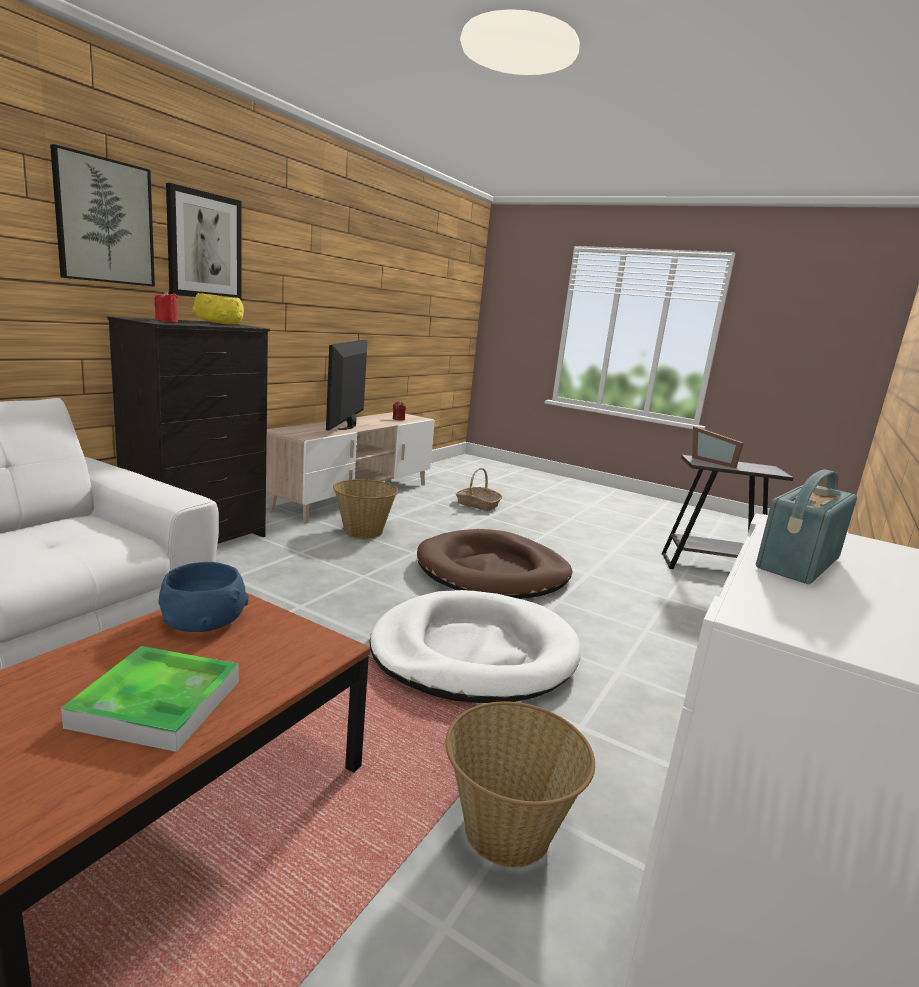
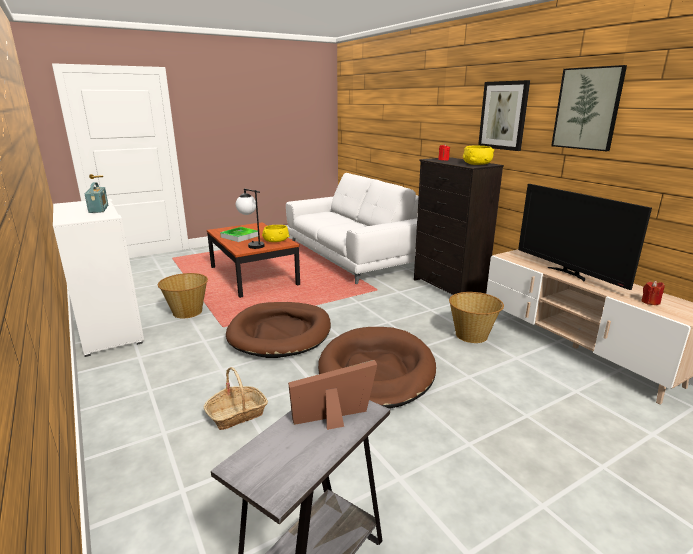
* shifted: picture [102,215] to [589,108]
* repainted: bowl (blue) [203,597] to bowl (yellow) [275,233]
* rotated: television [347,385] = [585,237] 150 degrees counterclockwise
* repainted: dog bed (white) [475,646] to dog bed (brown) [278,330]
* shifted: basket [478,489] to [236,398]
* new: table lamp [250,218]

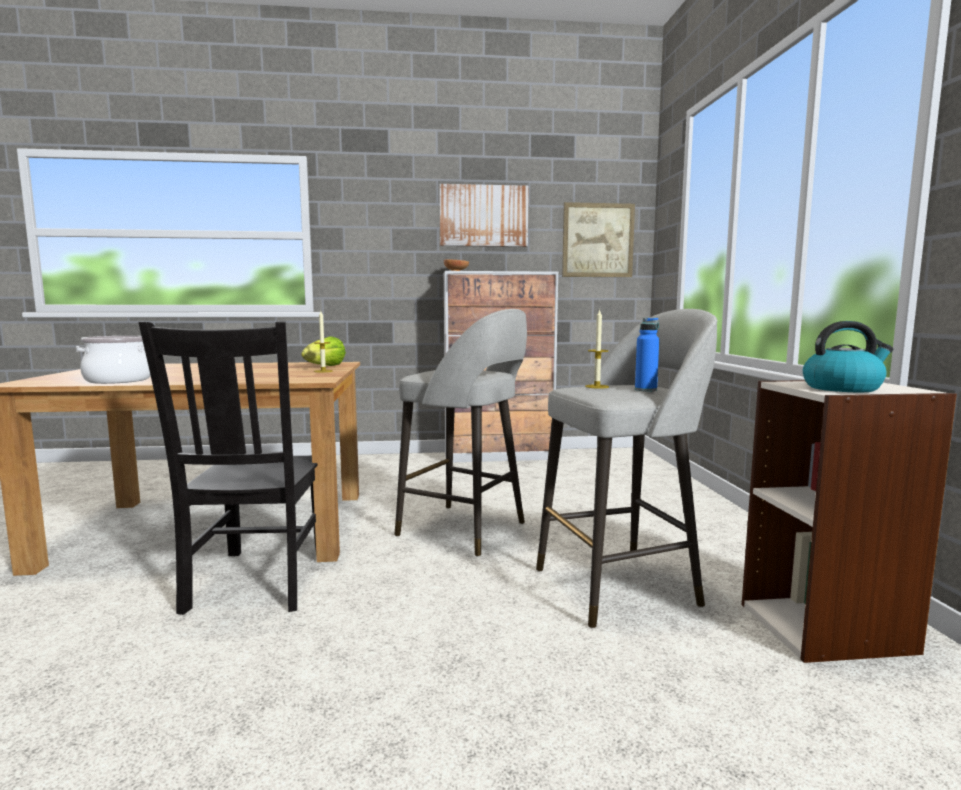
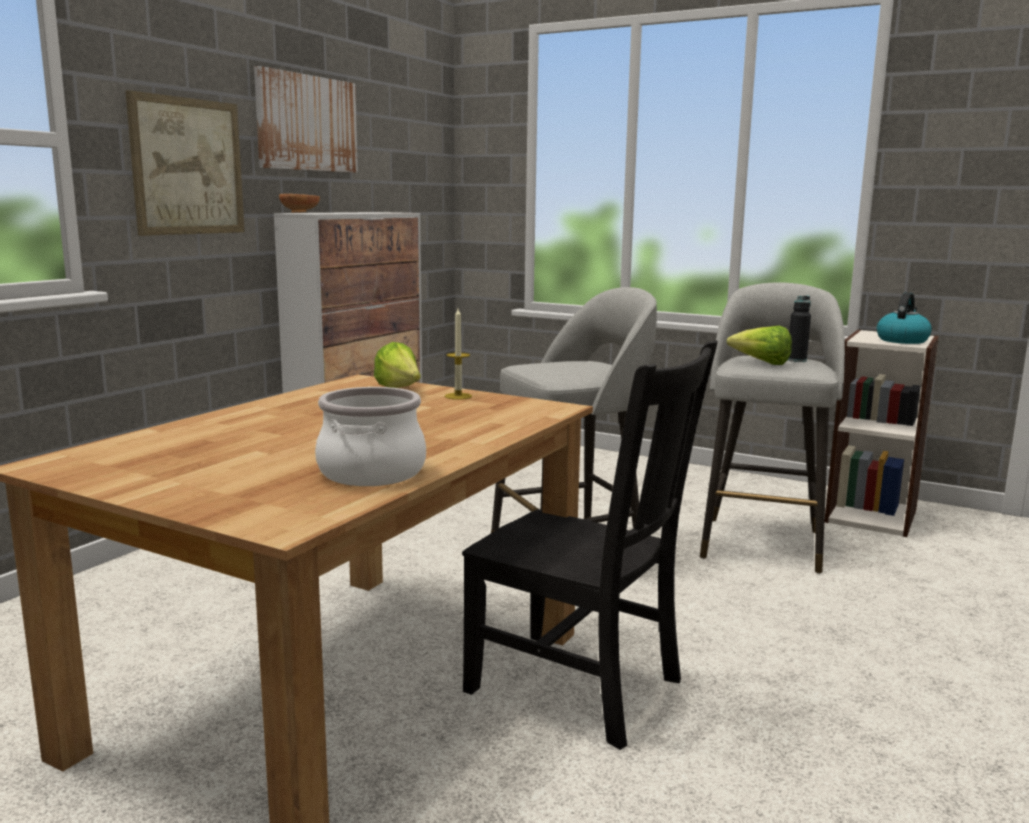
* shifted: picture [598,239] to [185,163]
* swapped: candle [597,349] to lettuce [759,345]
* repainted: bottle (blue) [647,355] to bottle (black) [799,329]

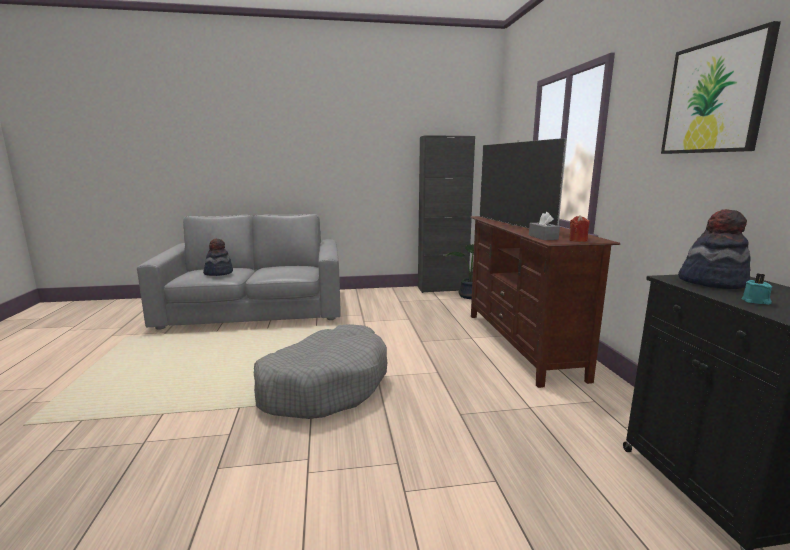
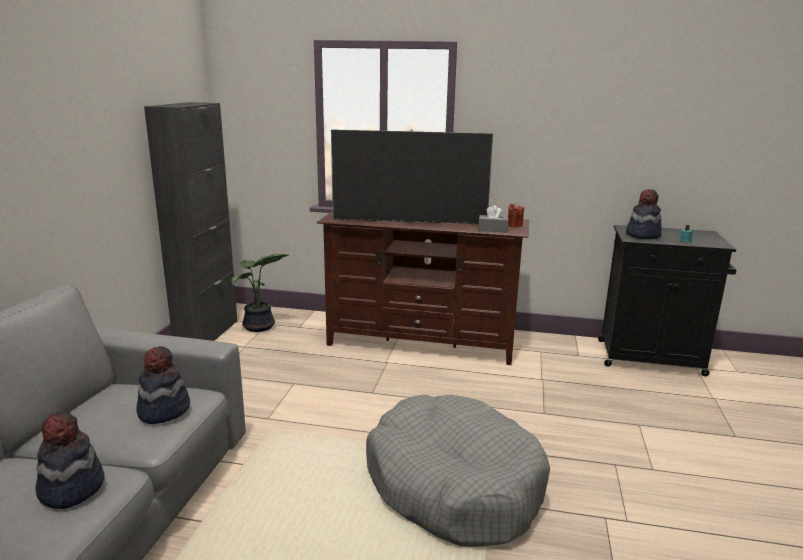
* gone: picture [721,87]
* new: hat [163,385]

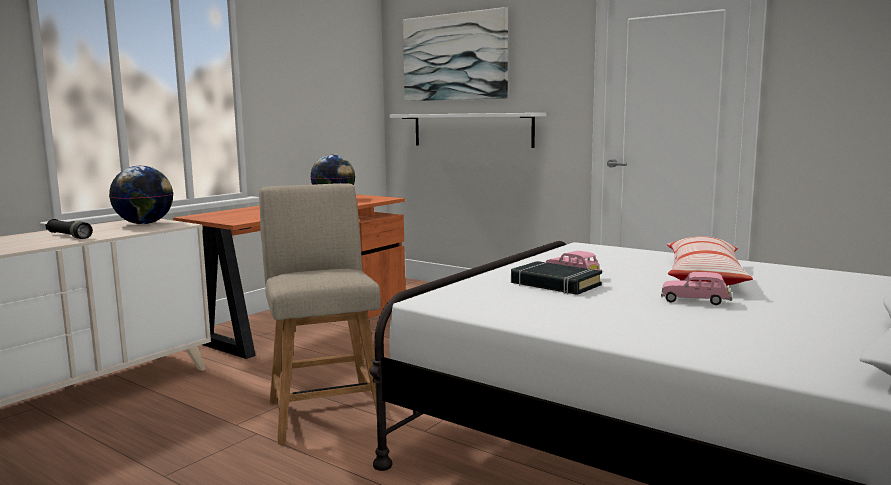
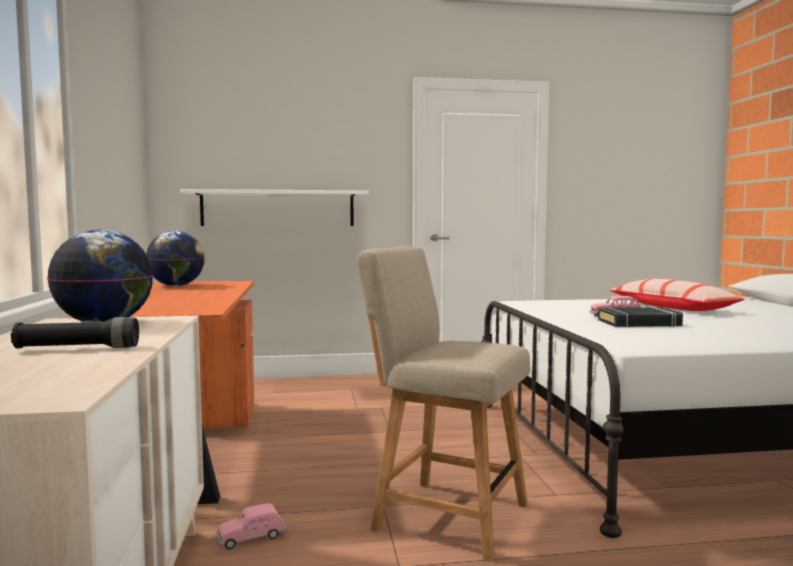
* gone: picture [455,54]
* shifted: toy car (pink) [696,288] to [252,526]

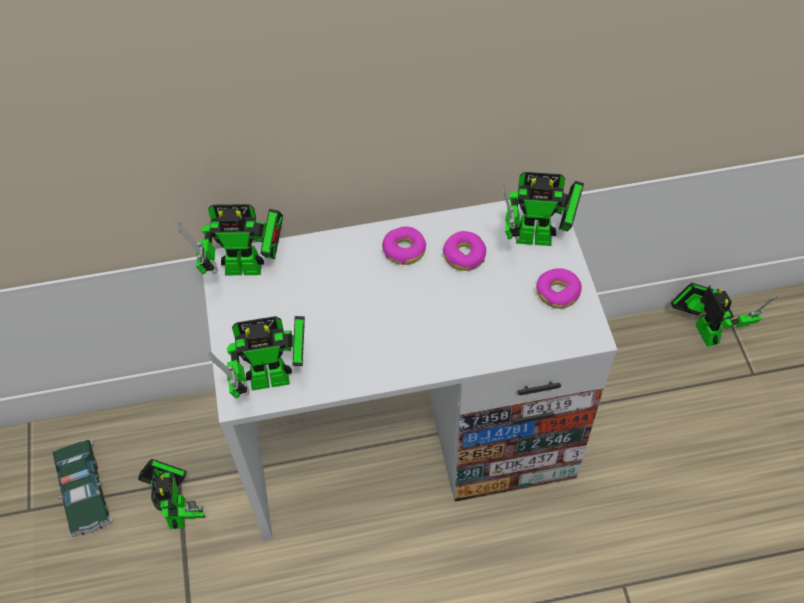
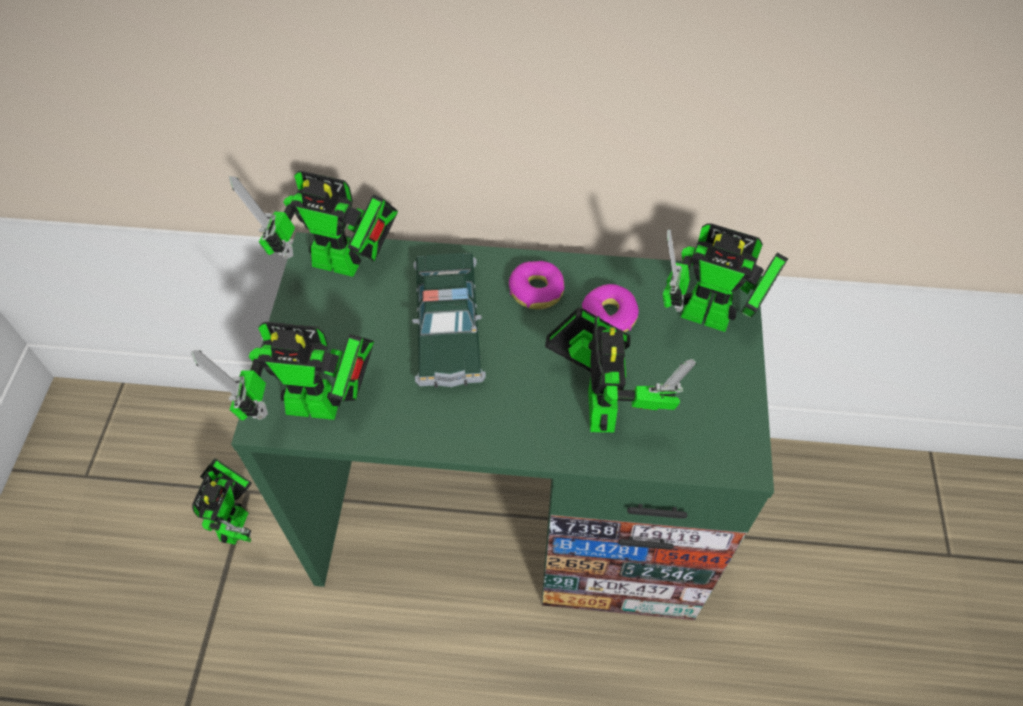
* shifted: toy car [82,488] to [449,320]
* repainted: desk (white) [410,370] to desk (green) [502,426]
* gone: donut [559,288]
* shifted: toy robot [724,315] to [621,369]

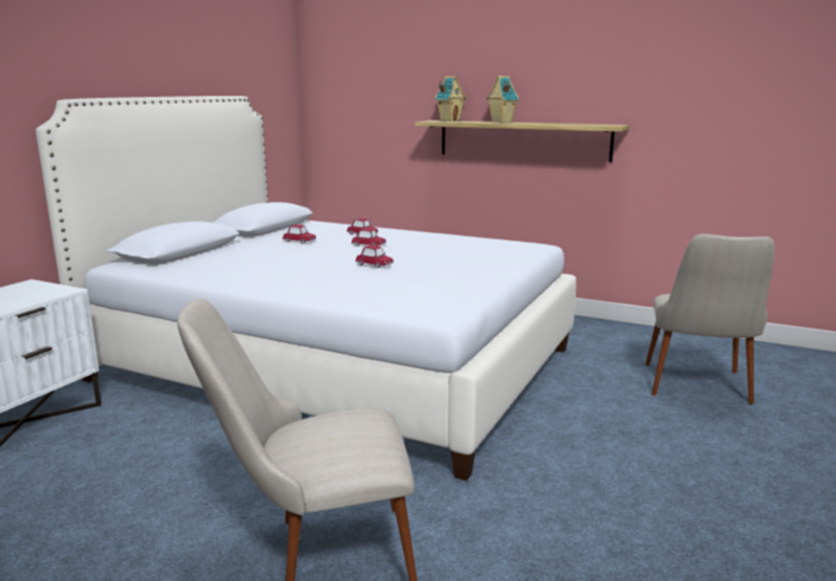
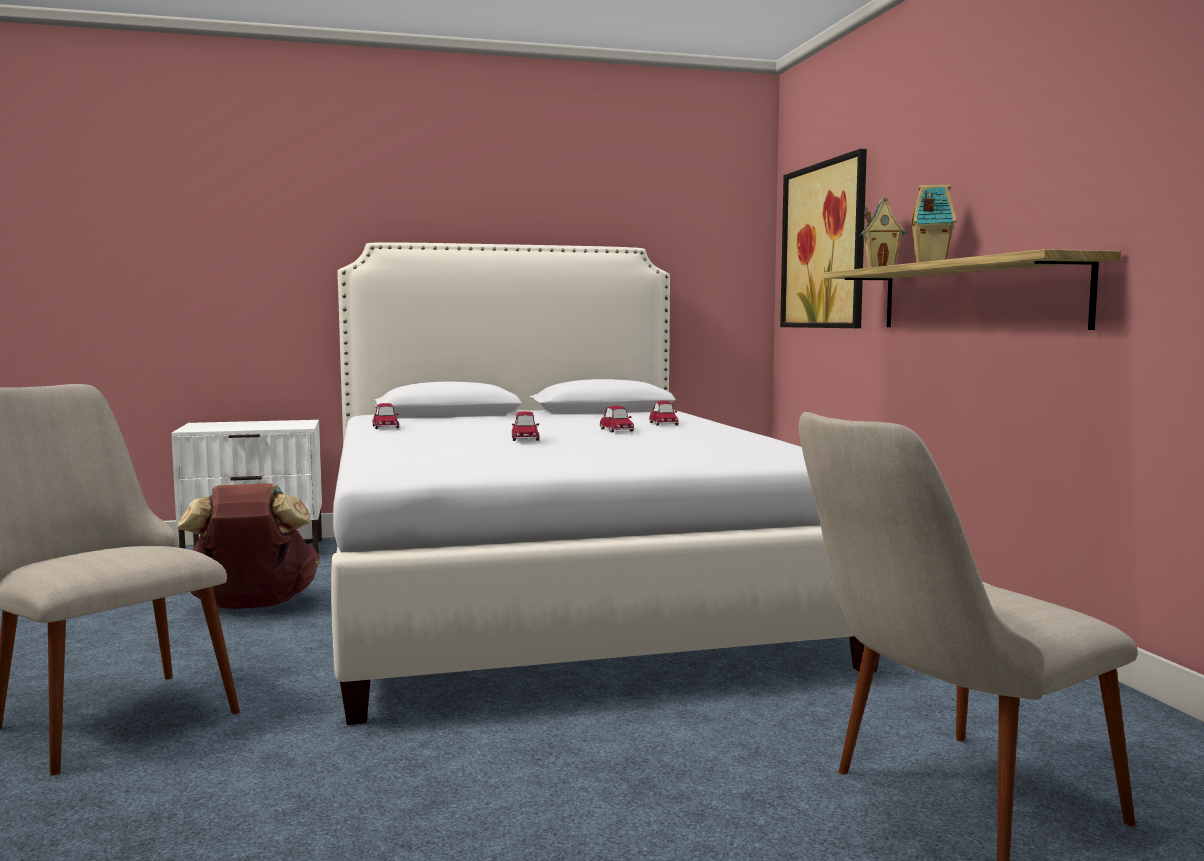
* shifted: toy car [299,234] to [386,416]
* new: backpack (brown) [249,546]
* new: picture [823,238]

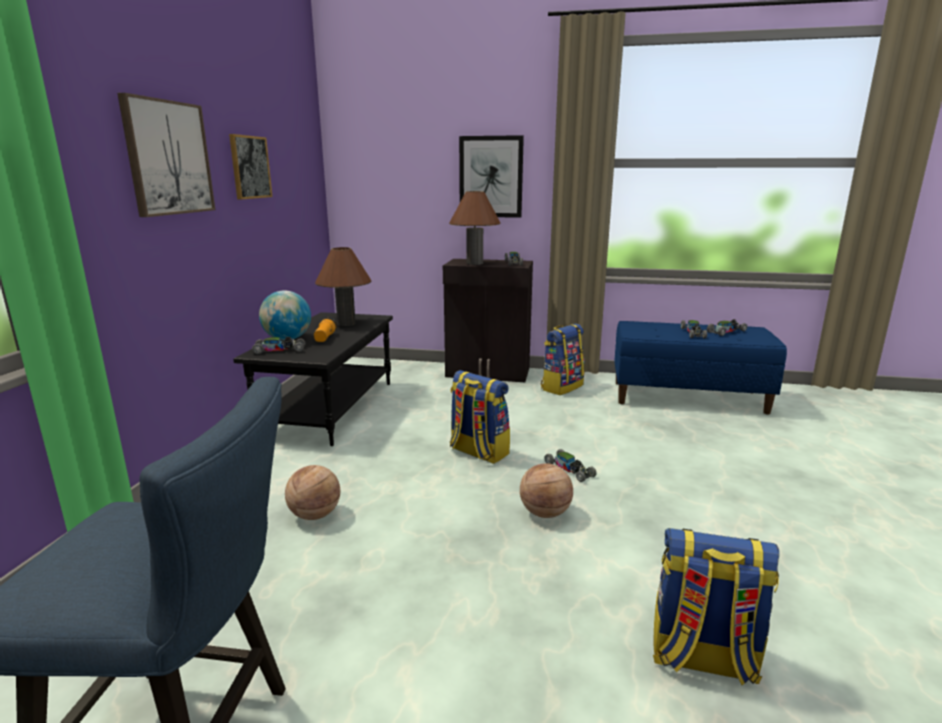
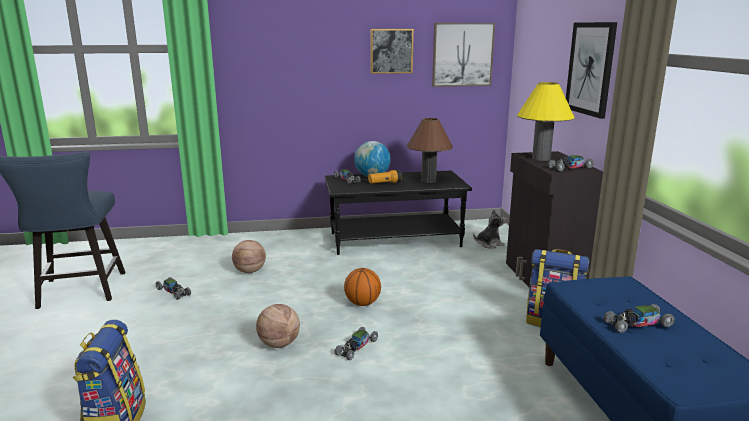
* shifted: picture [166,155] to [463,55]
* repainted: table lamp (brown) [475,228] to table lamp (yellow) [546,121]
* swapped: backpack [480,417] to basketball [362,287]
* shifted: toy car [727,327] to [173,288]
* new: plush toy [489,228]

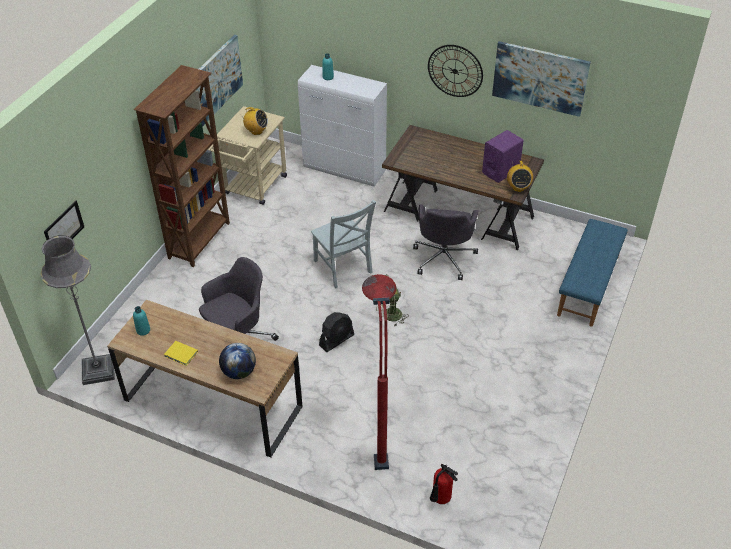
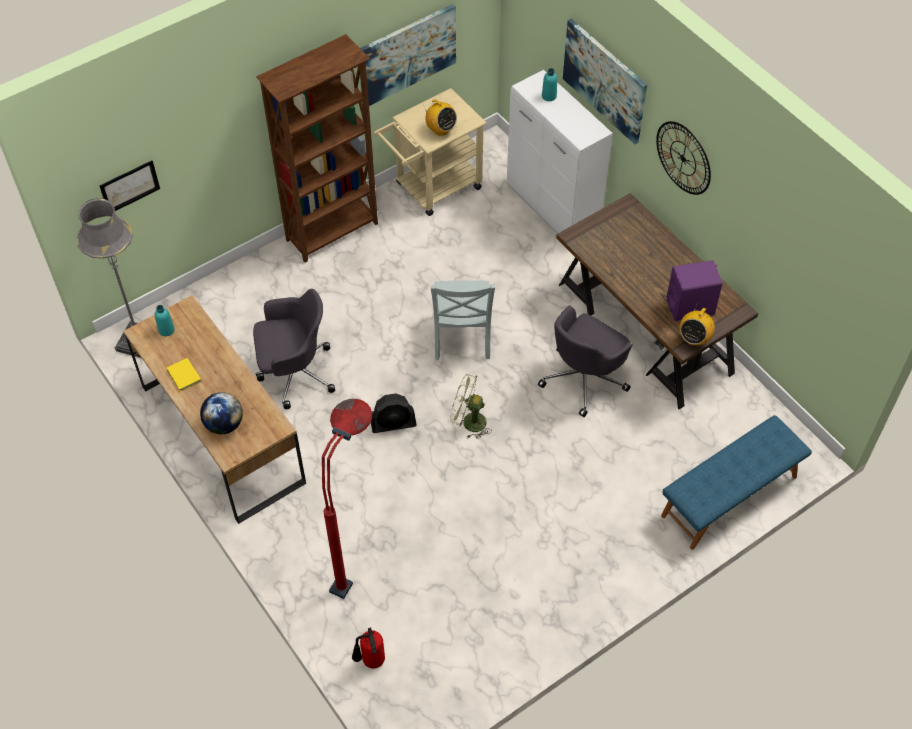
* shifted: picture [541,79] to [605,81]

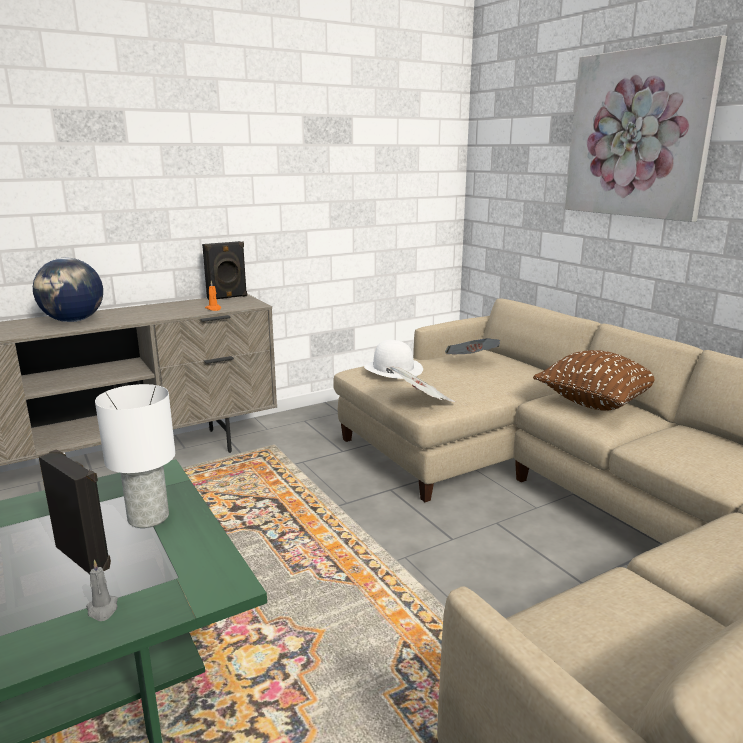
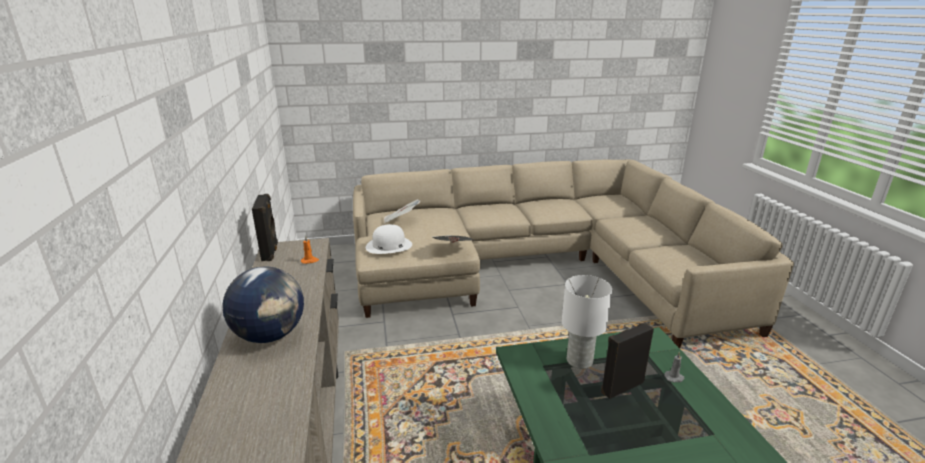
* gone: pillow (brown) [593,380]
* gone: picture [646,128]

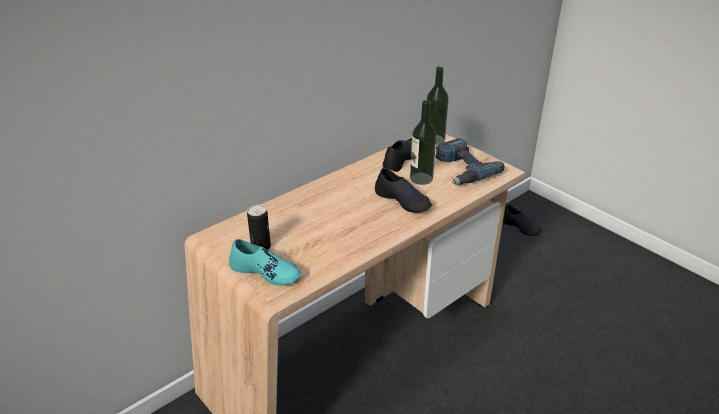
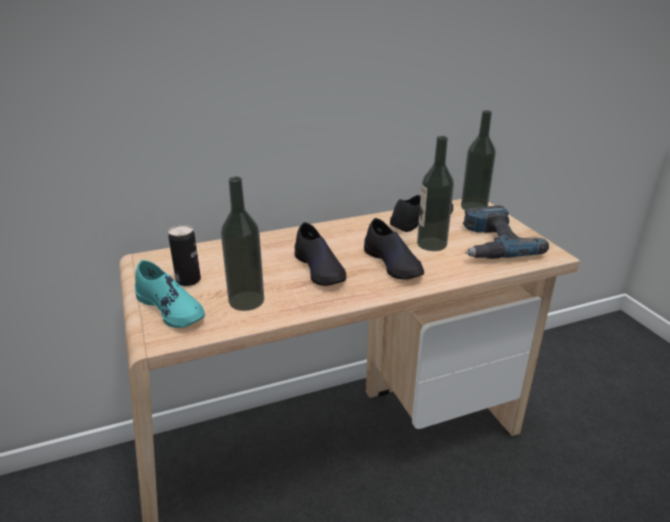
* shifted: shoe (black) [522,220] to [320,254]
* new: bottle [242,244]

